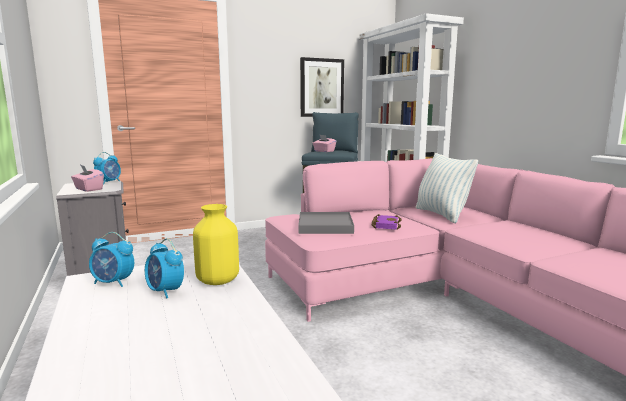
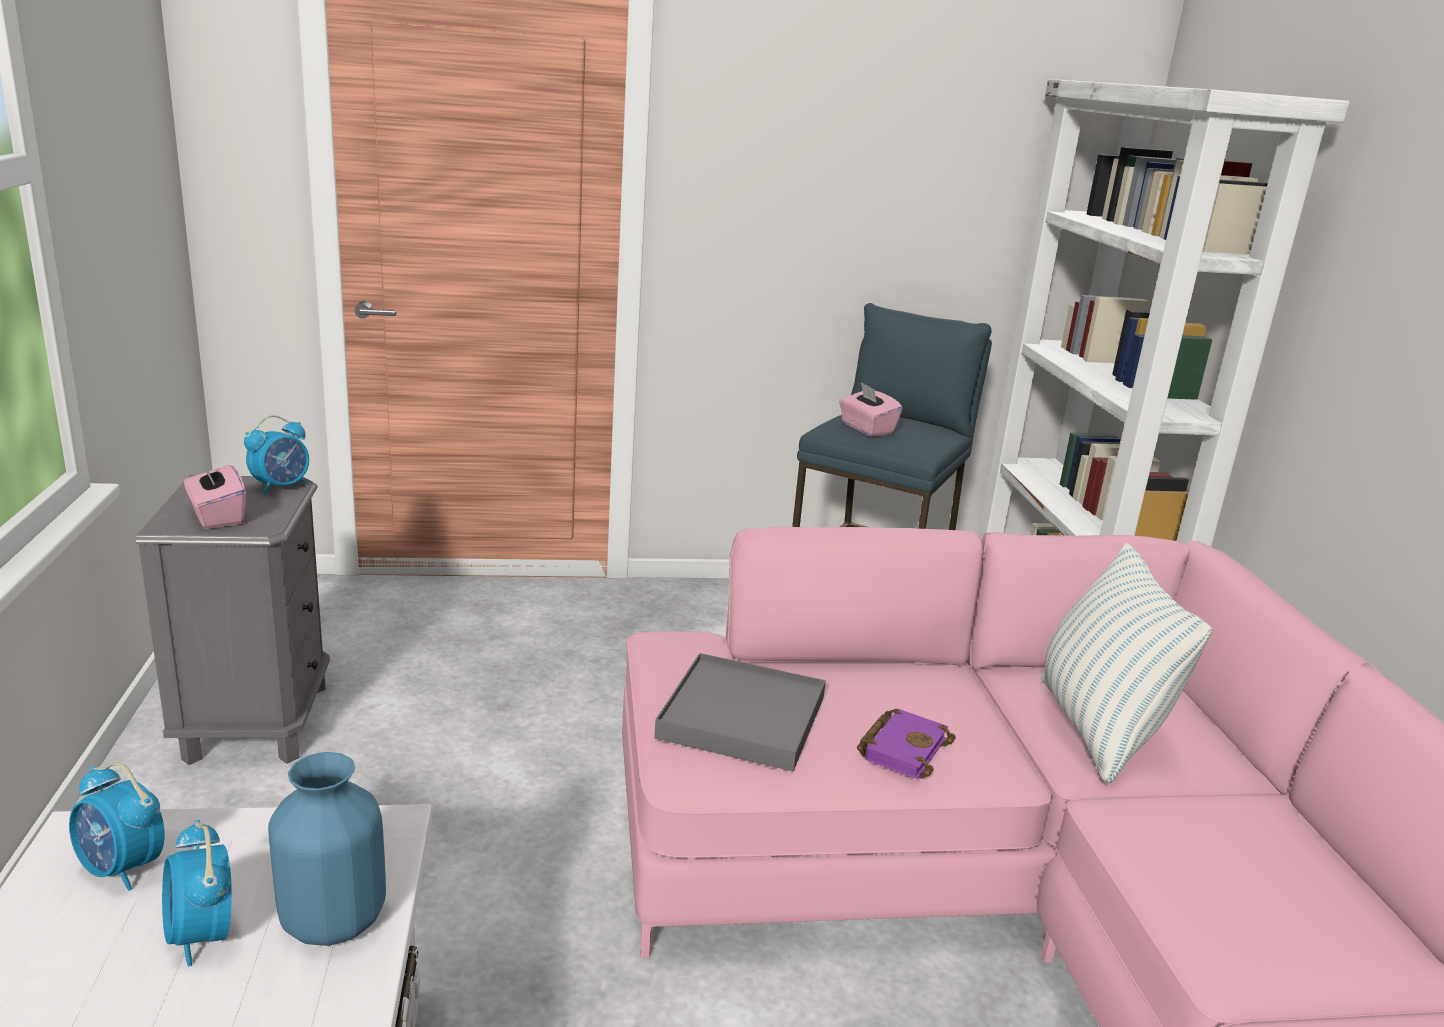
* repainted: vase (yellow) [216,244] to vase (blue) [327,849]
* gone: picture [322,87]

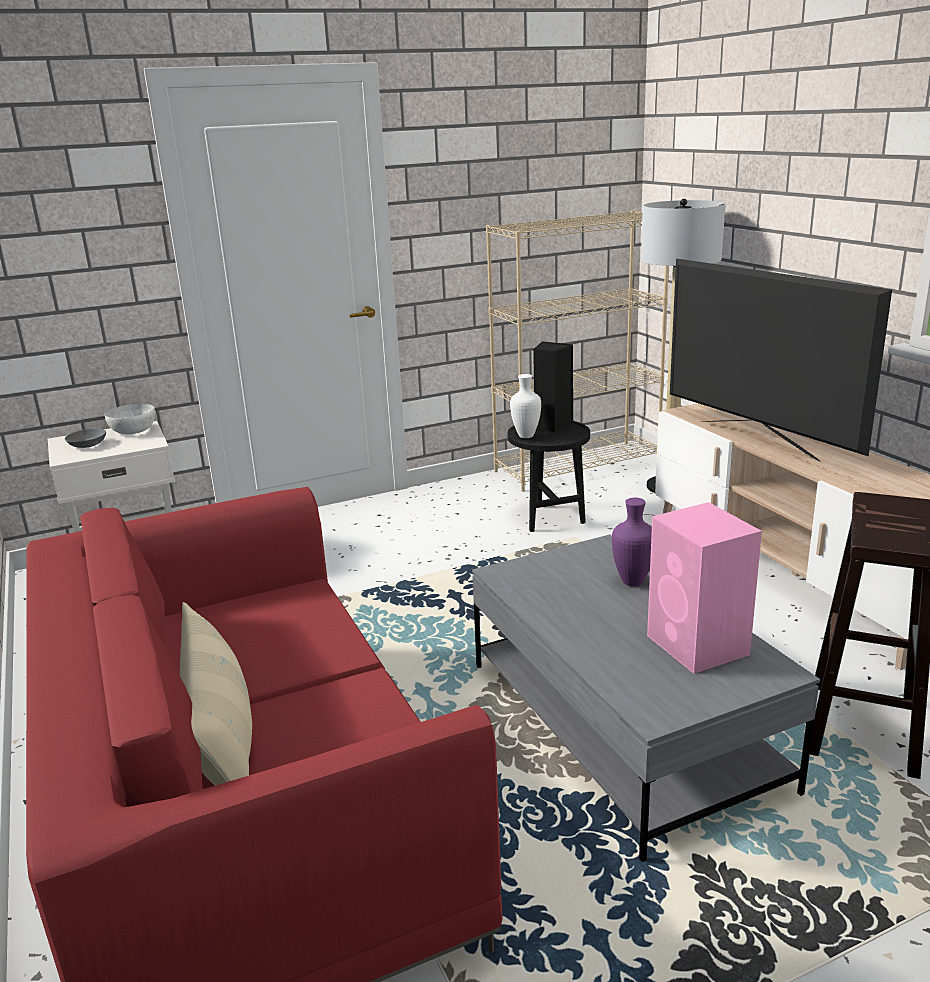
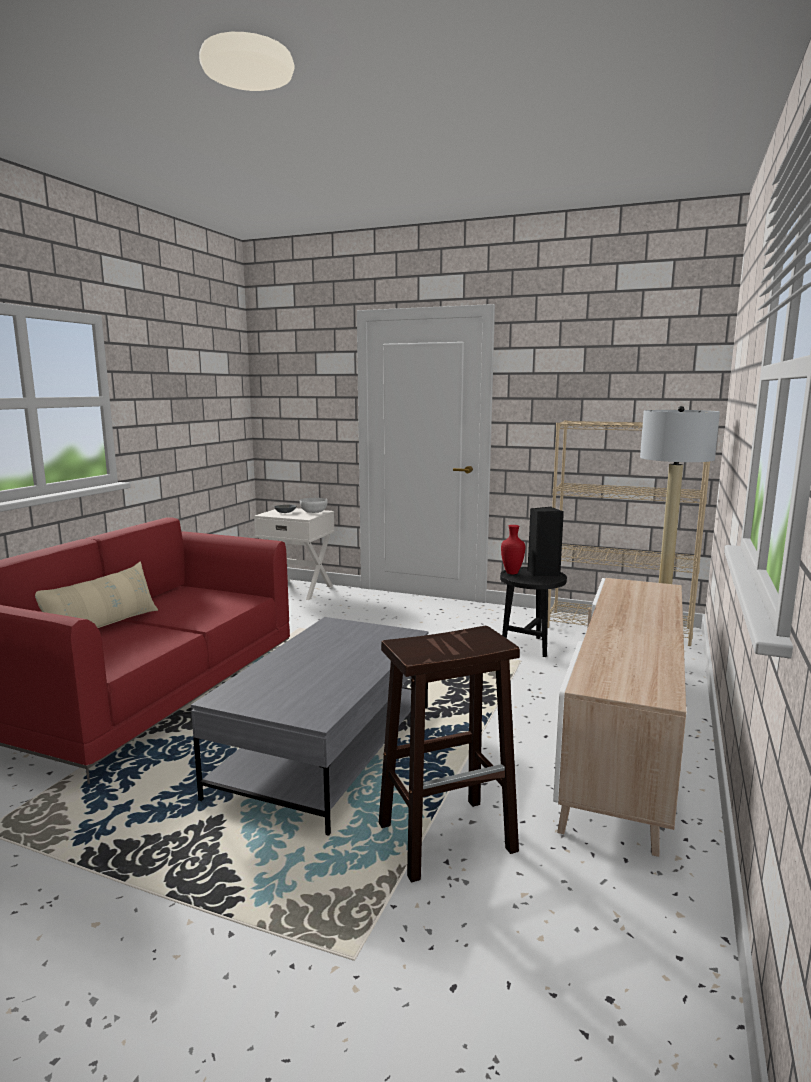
* repainted: vase (white) [525,406] to vase (red) [513,549]
* gone: vase (purple) [632,542]
* gone: speaker (pink) [704,588]
* gone: television [781,360]

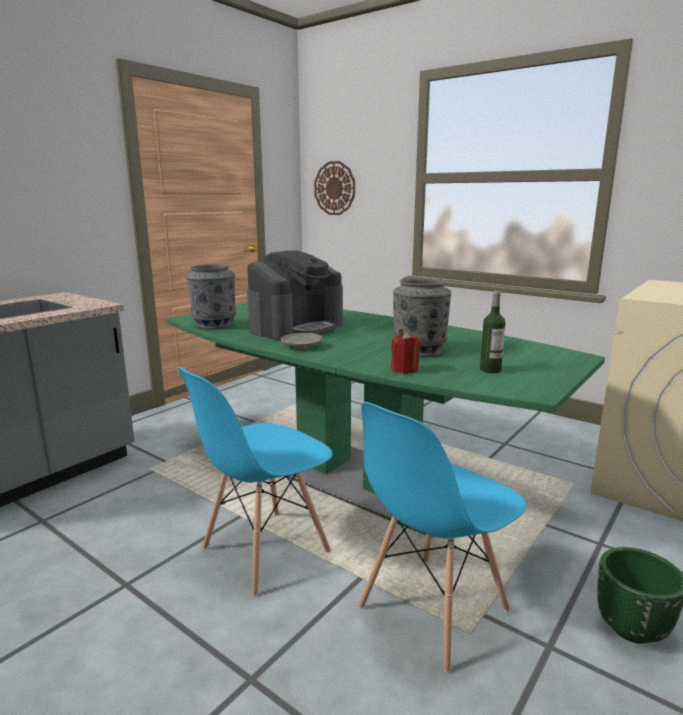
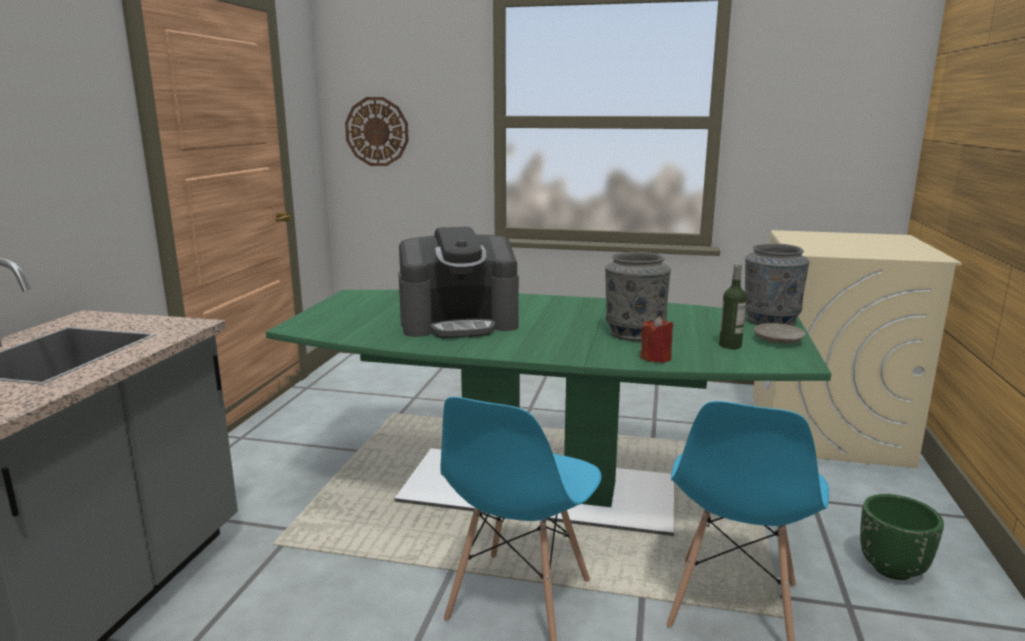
* shifted: vase (grey) [211,297] to [777,285]
* rotated: coffee machine [295,295] = [458,282] 60 degrees clockwise
* shifted: plate (beige) [301,341] to [780,333]

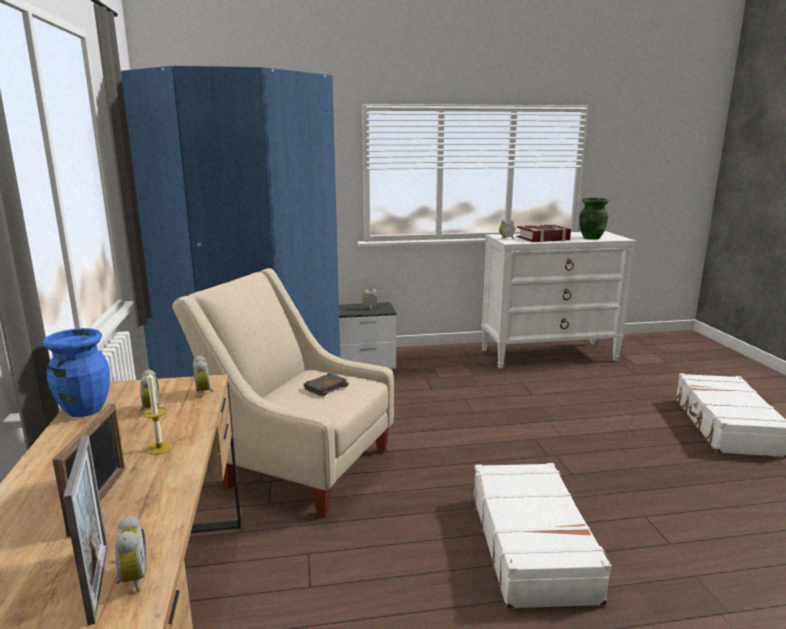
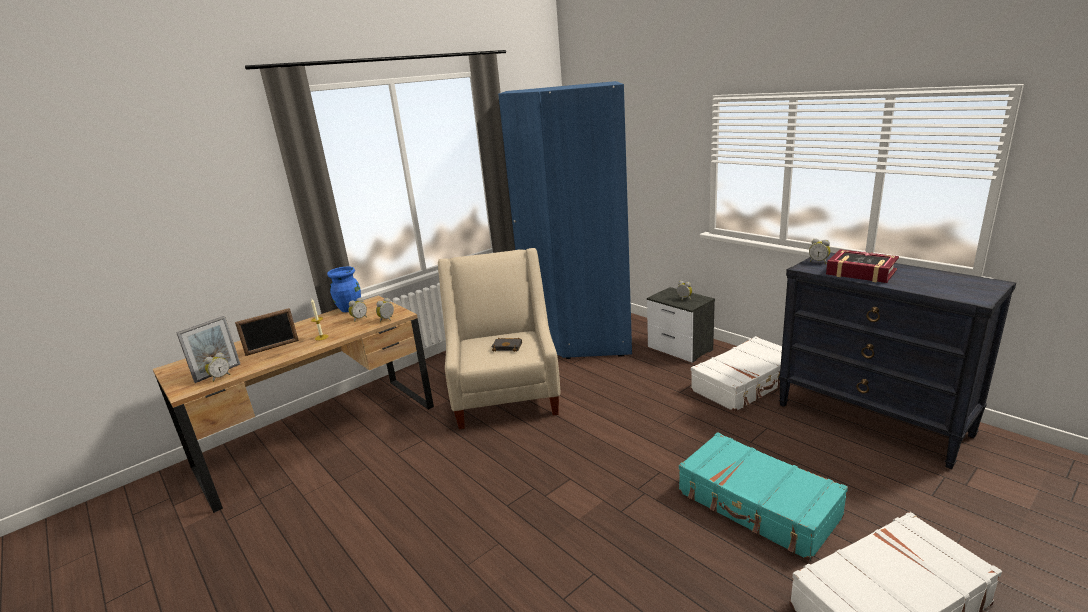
* shifted: suitcase (white) [543,536] to [736,374]
* repainted: dresser (white) [558,299] to dresser (black) [897,360]
* gone: vase (green) [594,218]
* new: suitcase (turquoise) [763,496]

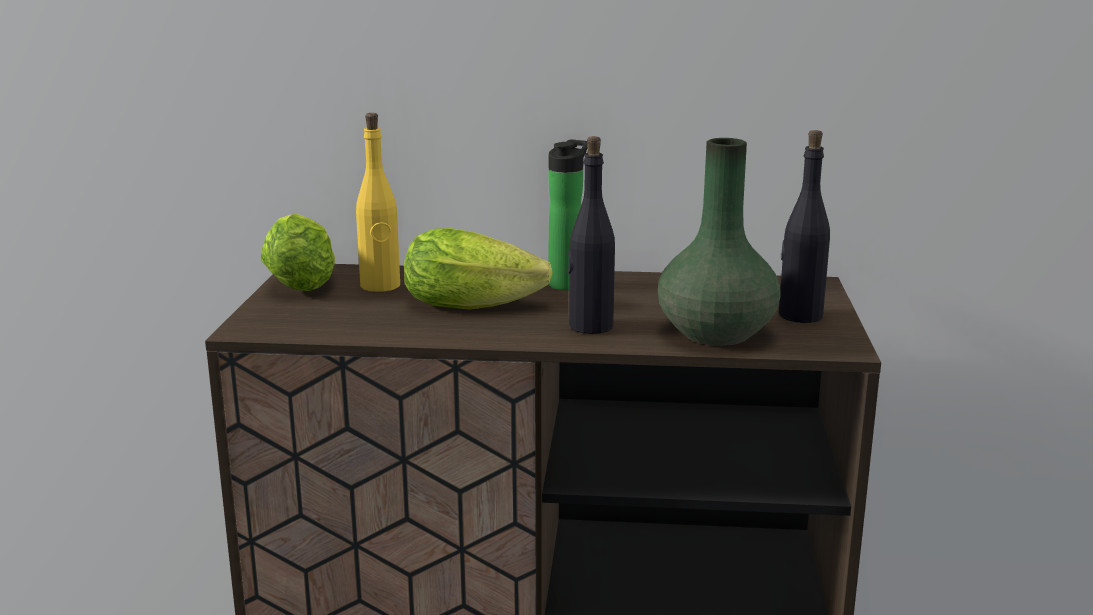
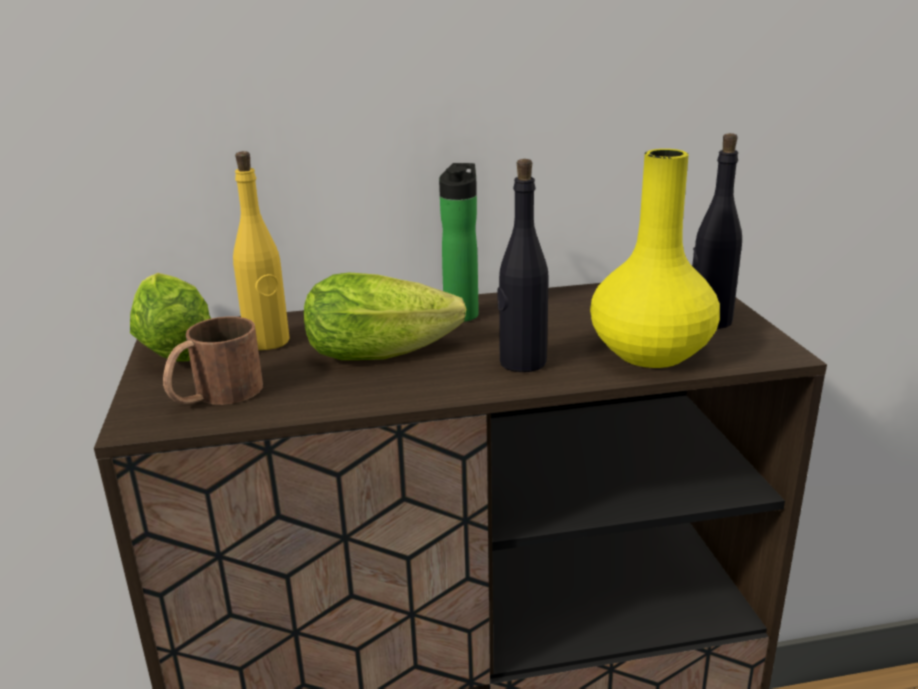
* repainted: vase (green) [719,242] to vase (yellow) [655,258]
* new: mug (brown) [213,360]

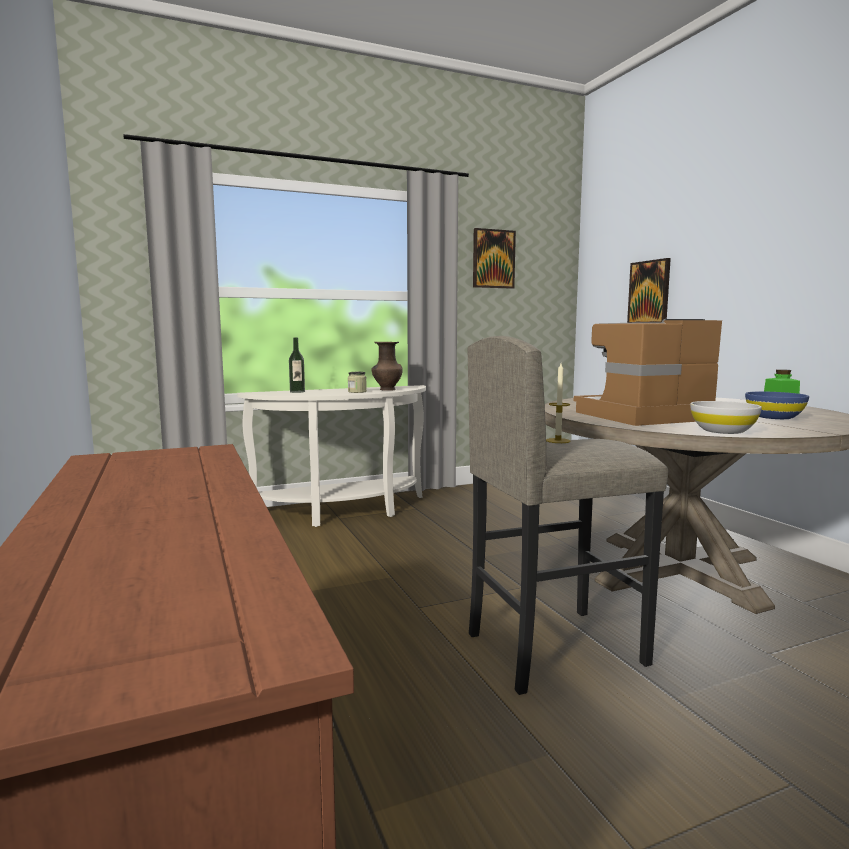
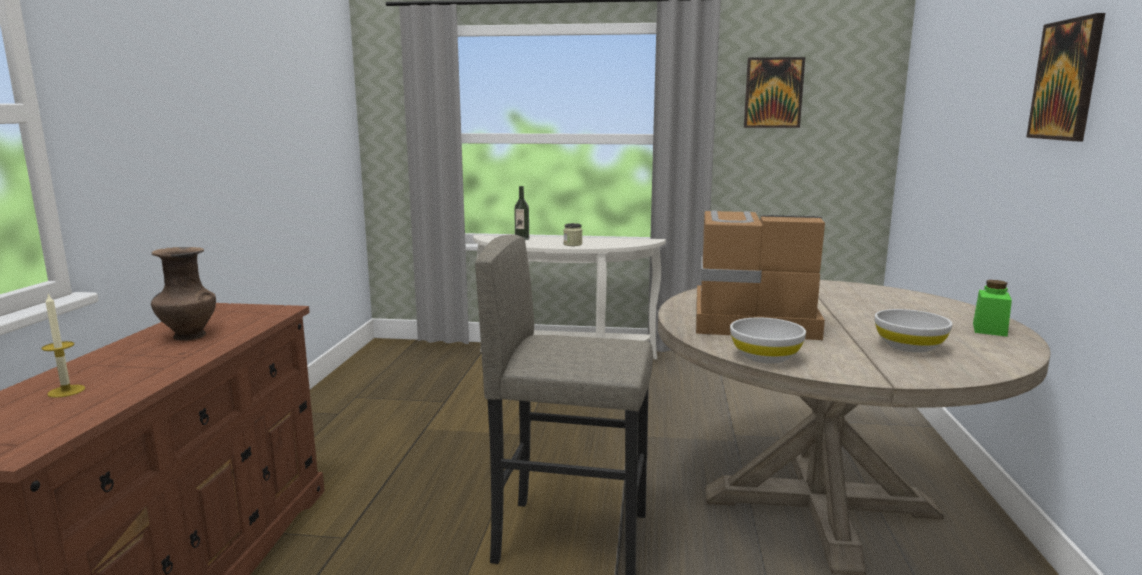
* shifted: vase (brown) [387,366] to [183,294]
* shifted: candle [558,403] to [63,346]
* shifted: picture [649,290] to [1065,77]
* repainted: bowl (blue) [777,405] to bowl (white) [914,331]

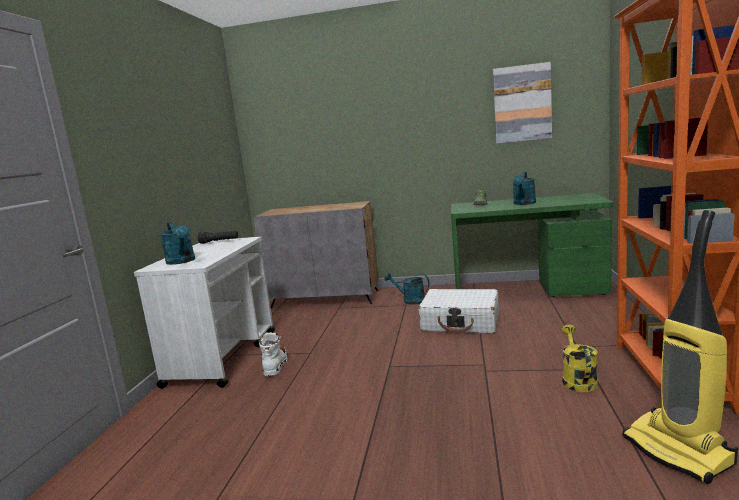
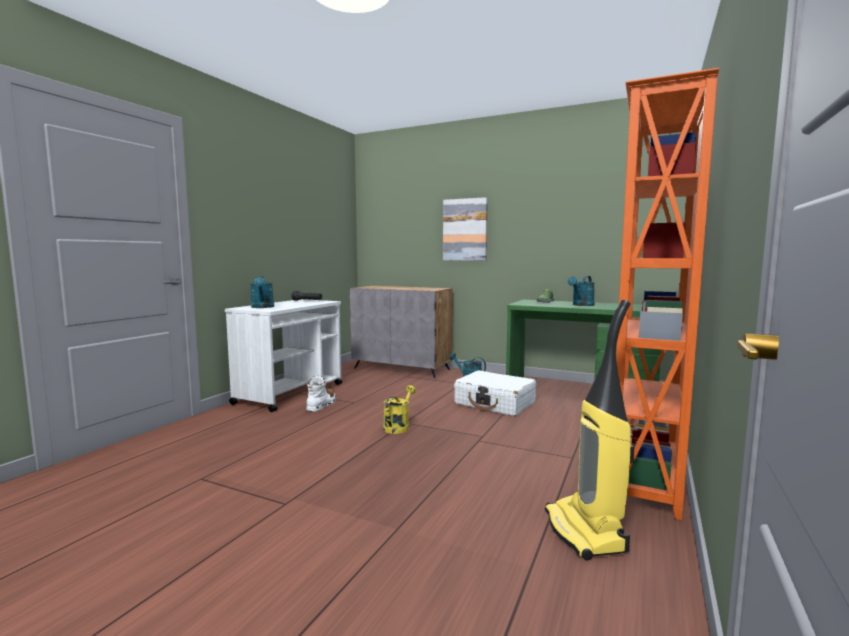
* shifted: picture [522,103] to [465,229]
* shifted: watering can (yellow) [579,358] to [399,409]

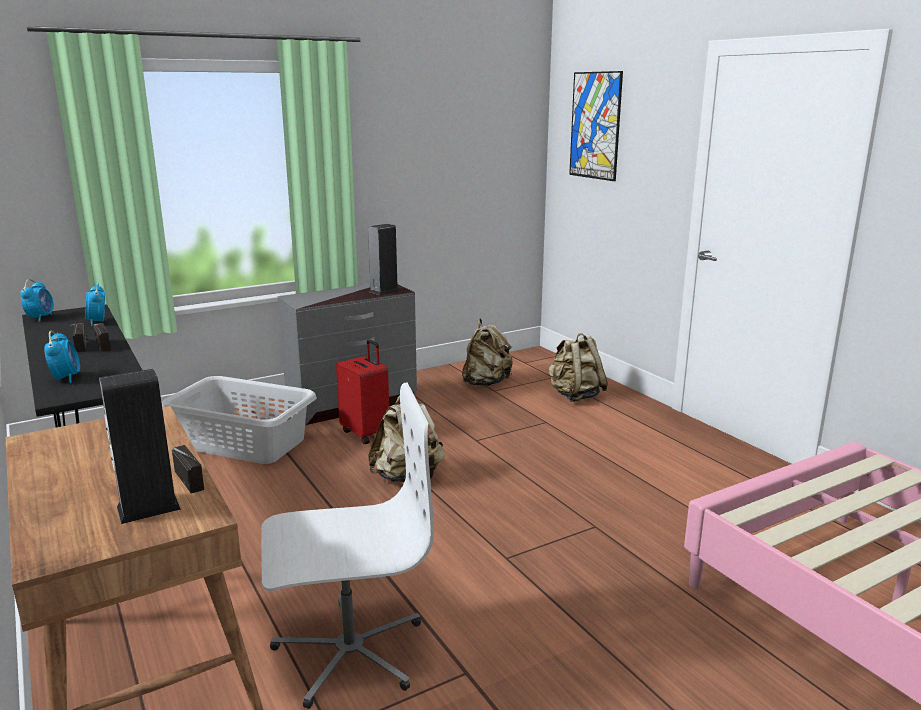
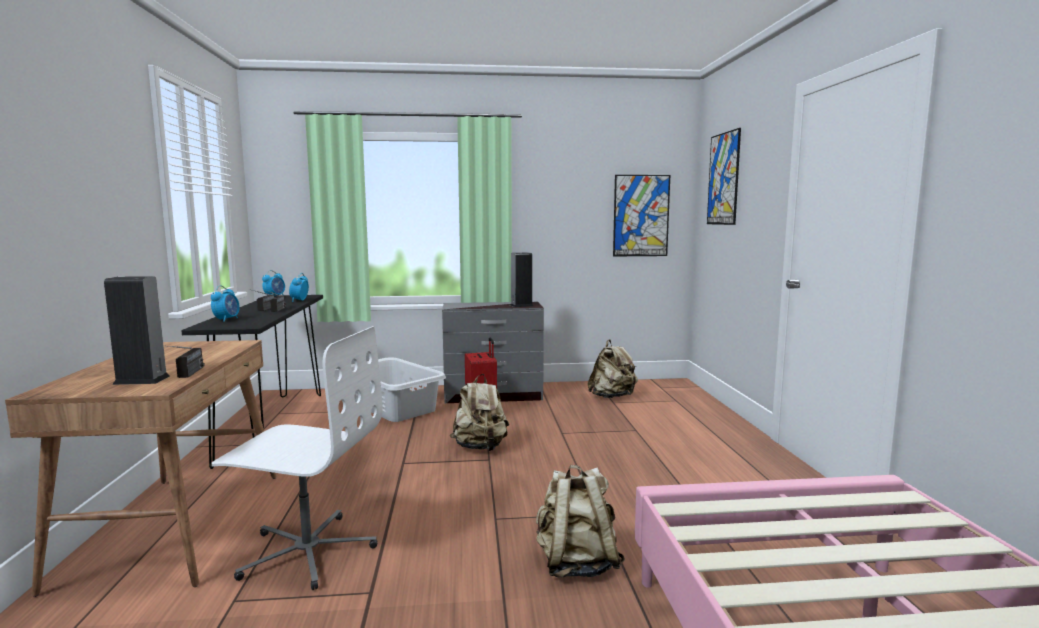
* shifted: backpack (beige) [578,367] to [580,521]
* new: picture [641,215]

